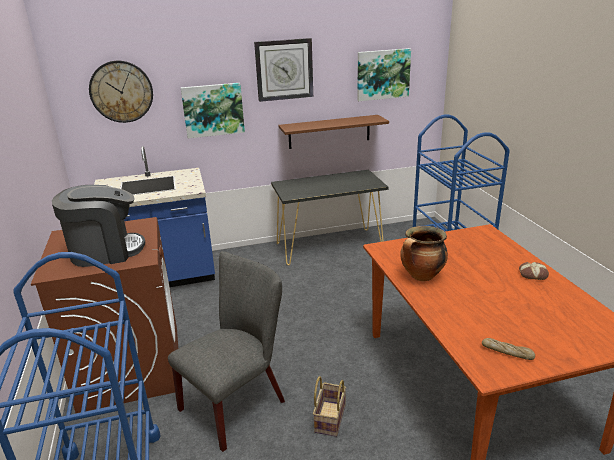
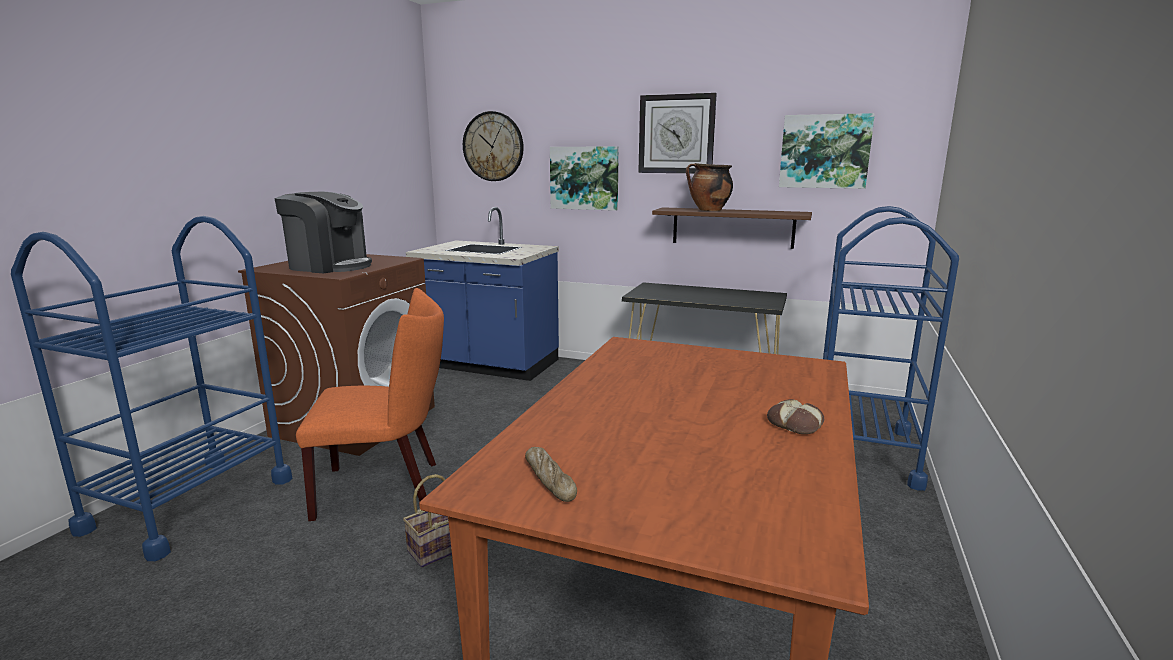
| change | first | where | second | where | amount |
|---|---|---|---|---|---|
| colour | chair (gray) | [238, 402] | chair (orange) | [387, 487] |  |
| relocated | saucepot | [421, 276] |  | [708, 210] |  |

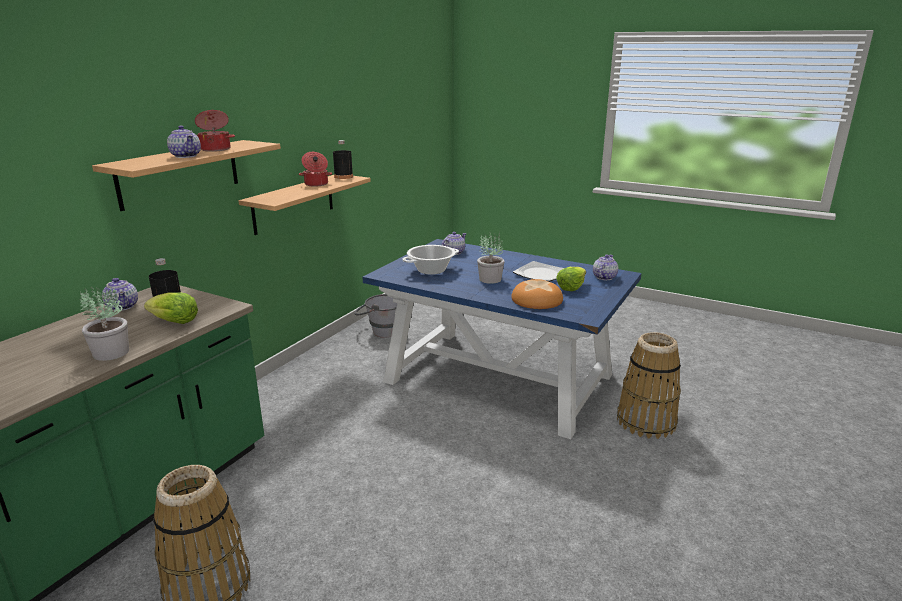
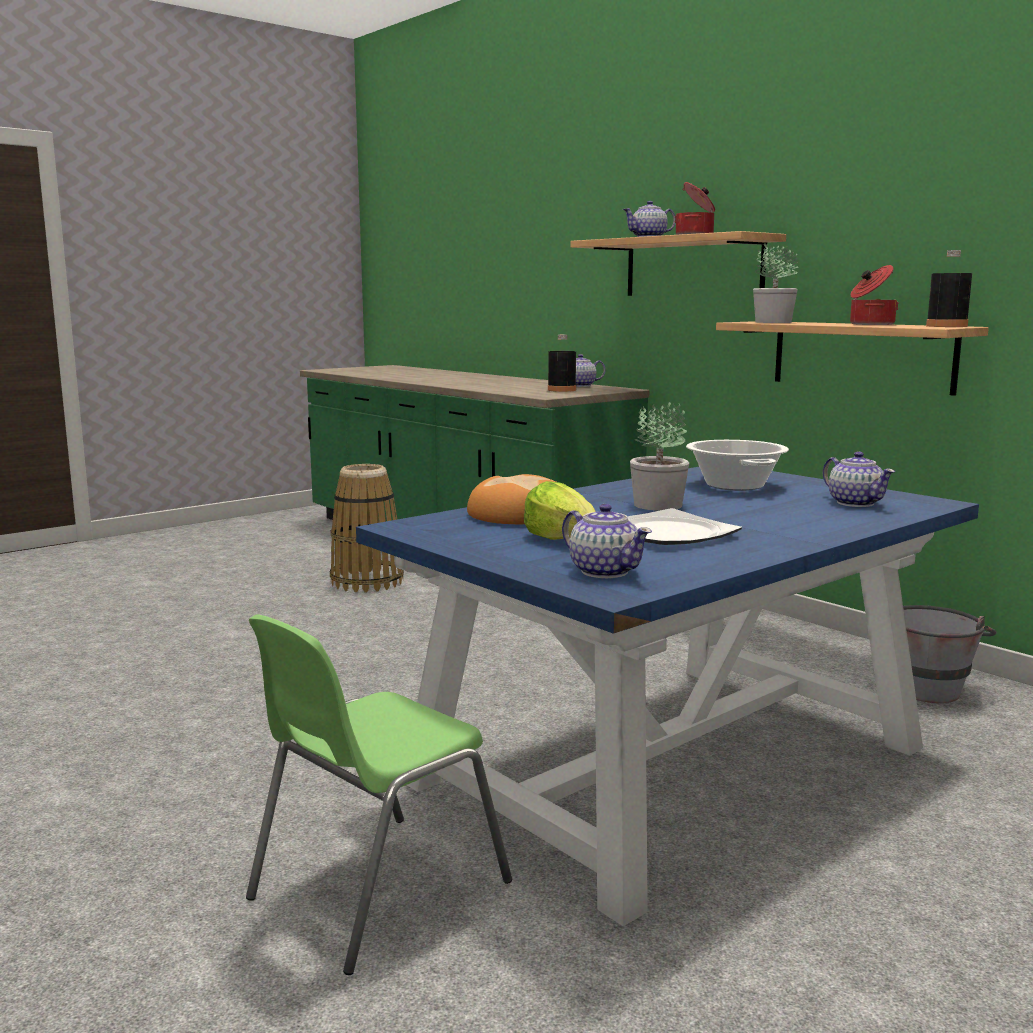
| change | first | where | second | where | amount |
|---|---|---|---|---|---|
| relocated | plant in a pot | [111, 353] |  | [772, 322] |  |
| missing | head of lettuce | [175, 322] |  |  |  |
| exchanged | storage basket | [646, 422] | chair (green) | [374, 890] |  |

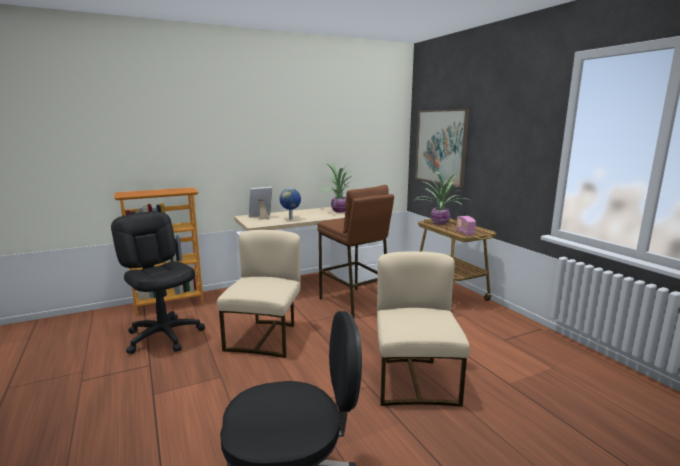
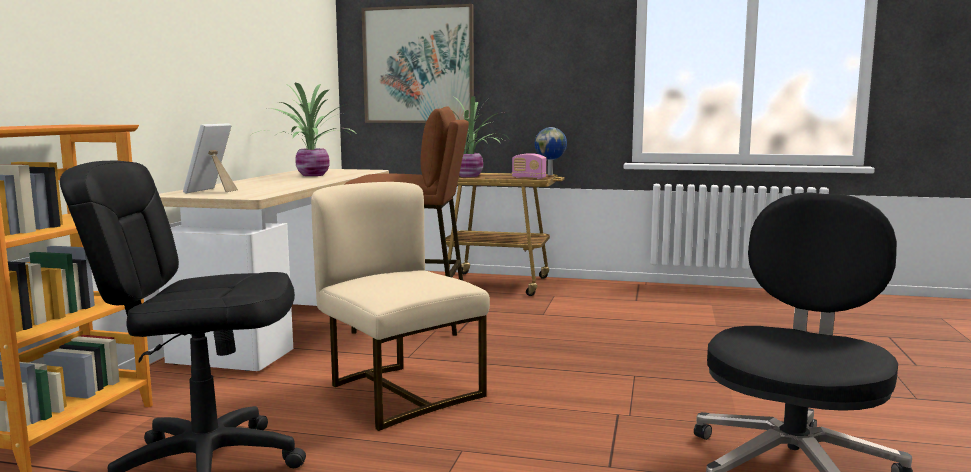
| change | first | where | second | where | amount |
|---|---|---|---|---|---|
| relocated | world globe | [291, 219] |  | [550, 174] |  |
| missing | chair (beige-coloured) | [415, 381] |  |  |  |

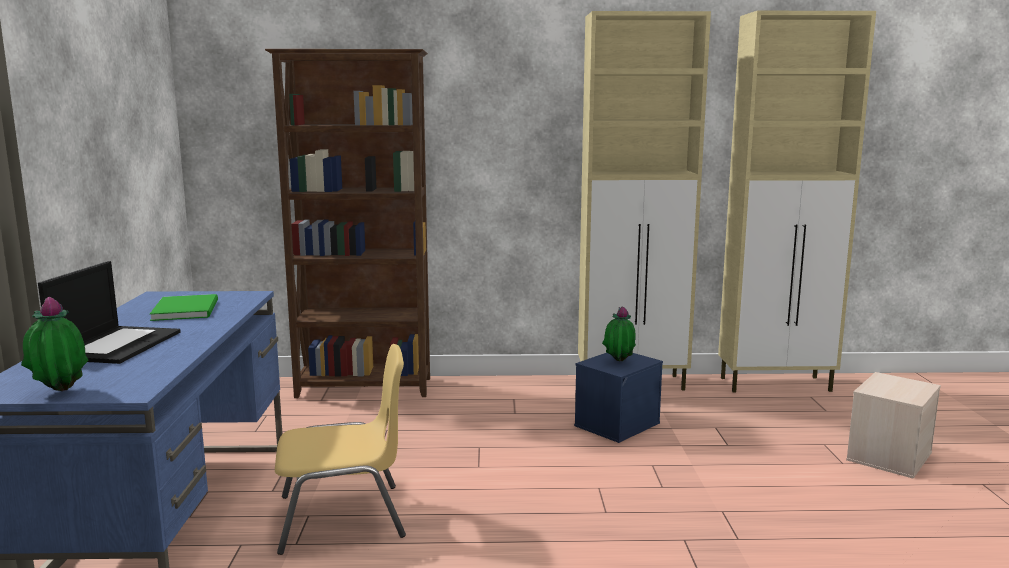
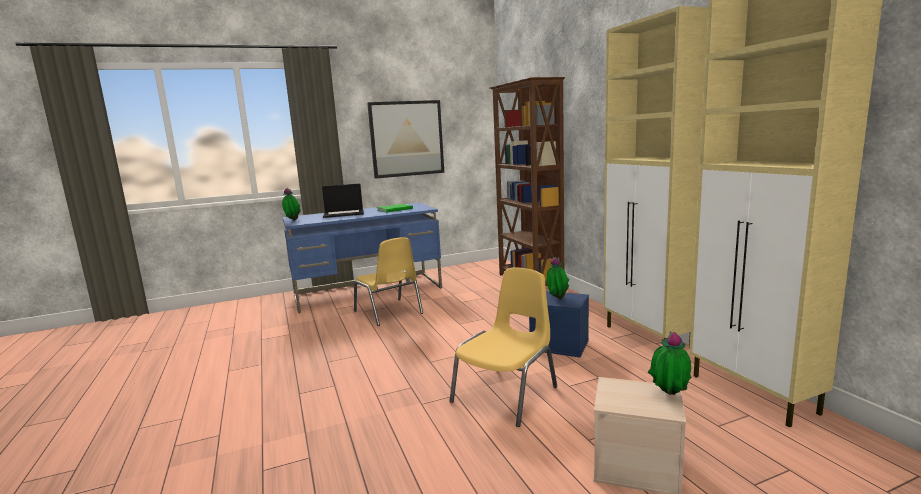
| change | first | where | second | where | amount |
|---|---|---|---|---|---|
| appeared |  |  | picture | [406, 139] |  |
| appeared |  |  | chair (yellow-coloured) | [507, 394] |  |
| appeared |  |  | plant in a pot | [668, 396] |  |

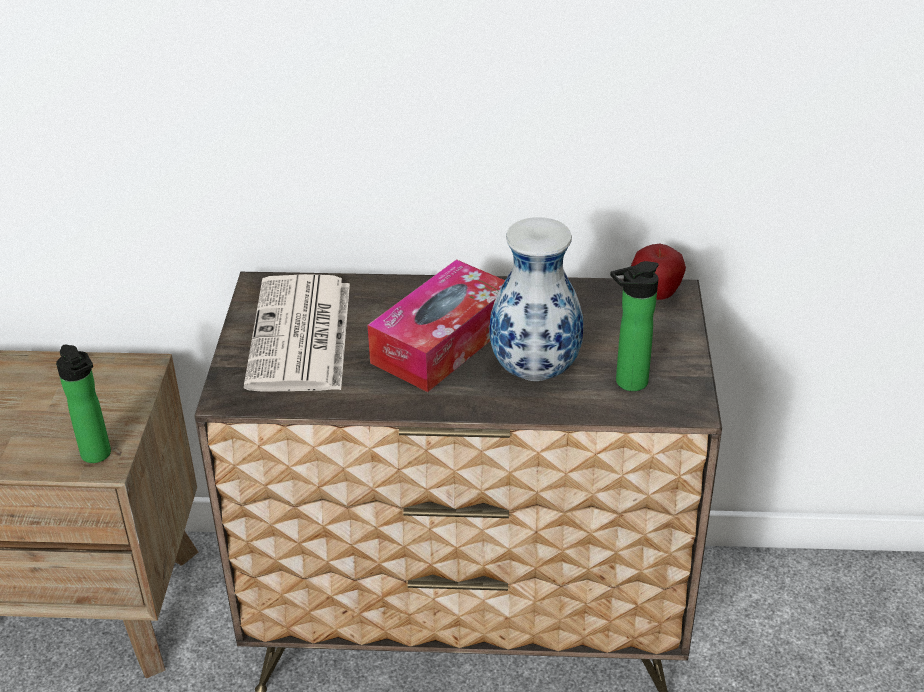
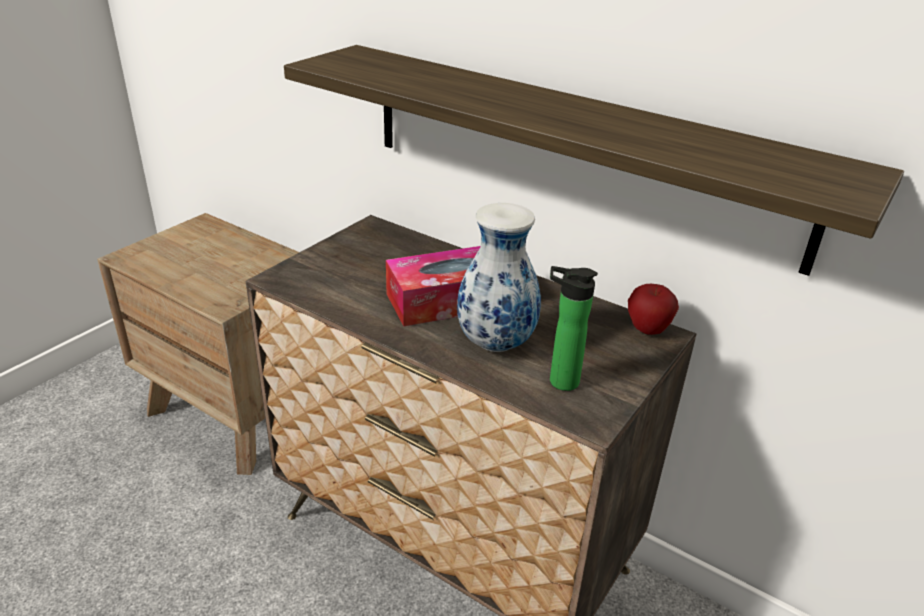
| change | first | where | second | where | amount |
|---|---|---|---|---|---|
| missing | bottle | [98, 456] |  |  |  |
| missing | daily paper | [301, 336] |  |  |  |
| appeared |  |  | wall shelf | [573, 150] |  |

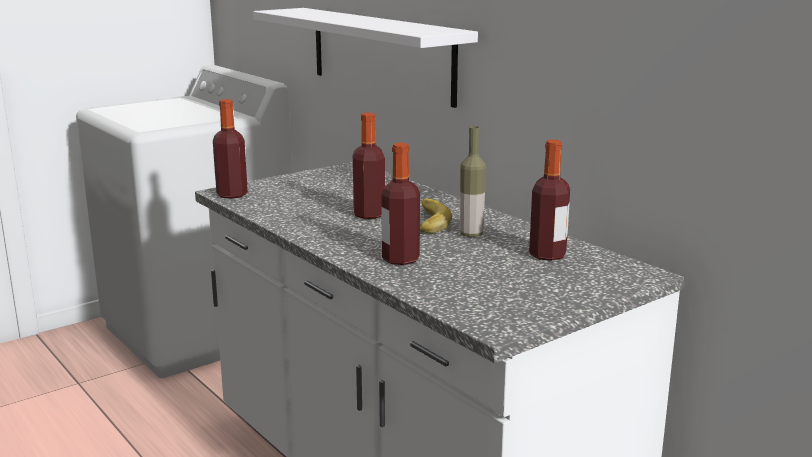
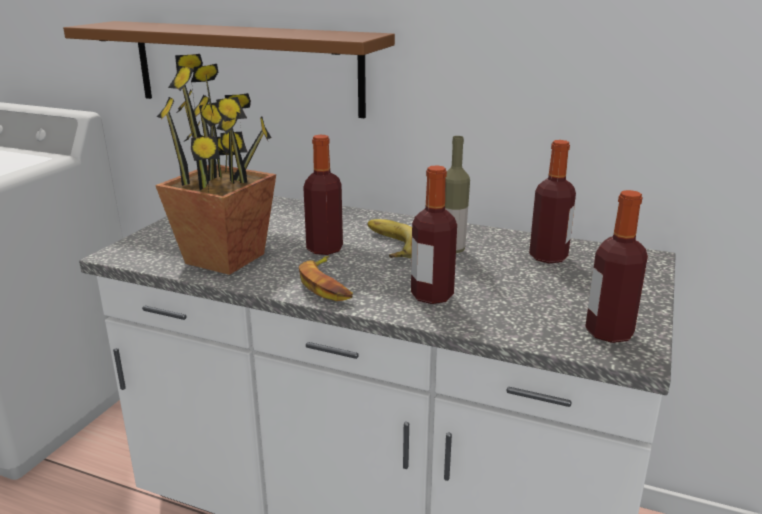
| change | first | where | second | where | amount |
|---|---|---|---|---|---|
| relocated | bottle | [232, 195] |  | [609, 333] |  |
| colour | wall shelf (white) | [380, 54] | wall shelf (brownish) | [246, 67] |  |
| appeared |  |  | plant in a pot | [226, 258] |  |
| appeared |  |  | banana | [327, 285] |  |

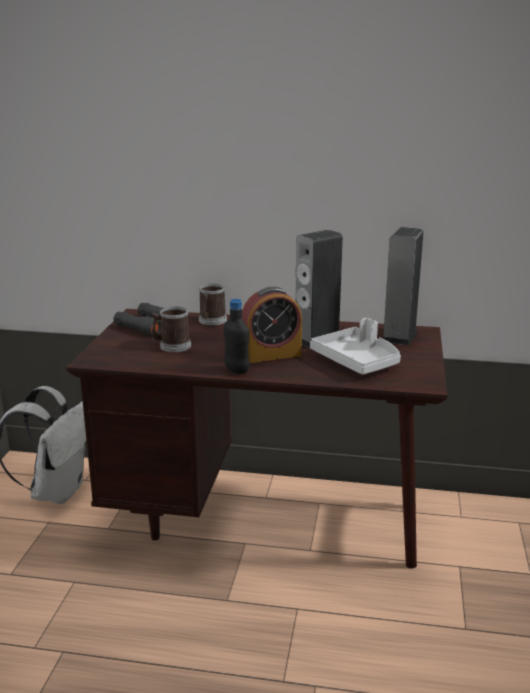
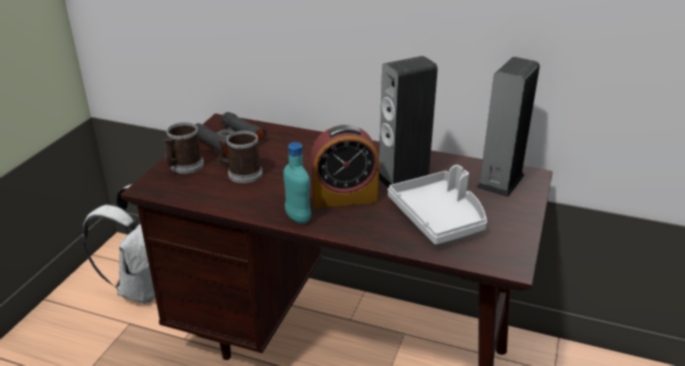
| change | first | where | second | where | amount |
|---|---|---|---|---|---|
| relocated | tea mug | [211, 321] |  | [184, 166] |  |
| colour | bottle (black) | [236, 370] | bottle (turquoise) | [298, 218] |  |

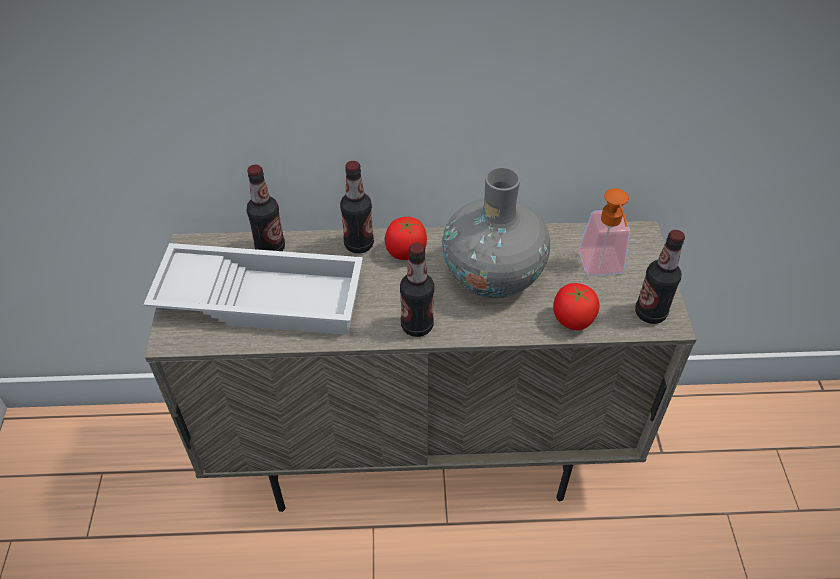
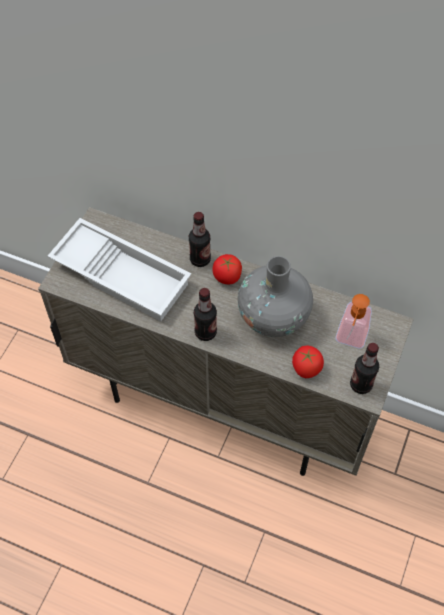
| change | first | where | second | where | amount |
|---|---|---|---|---|---|
| missing | bottle | [270, 248] |  |  |  |

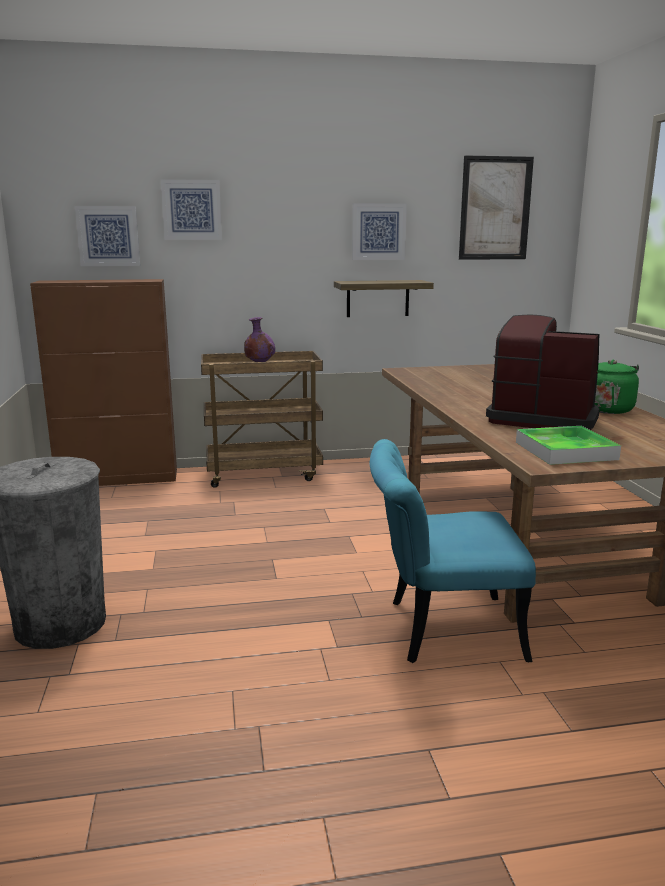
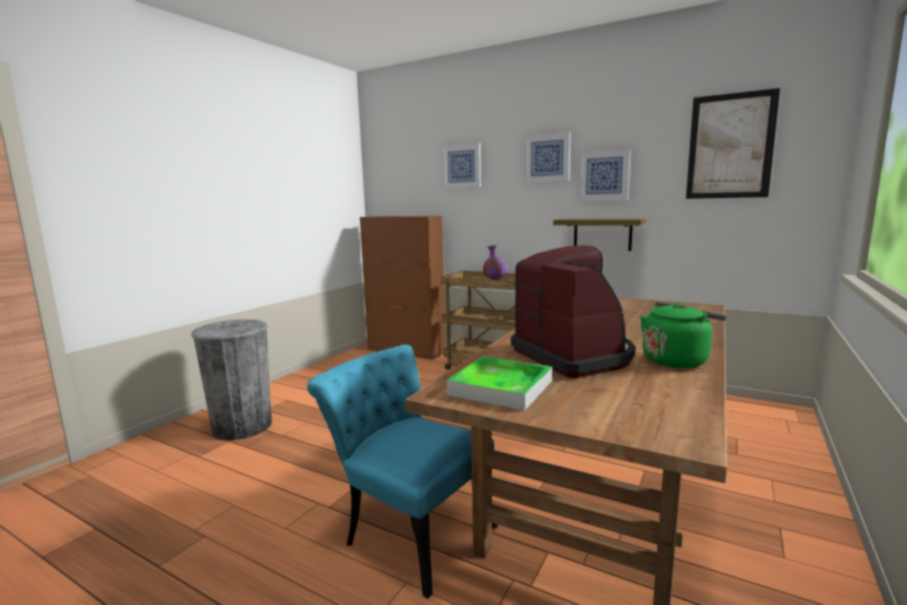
| change | first | where | second | where | amount |
|---|---|---|---|---|---|
| relocated | picture | [108, 236] |  | [547, 158] |  |

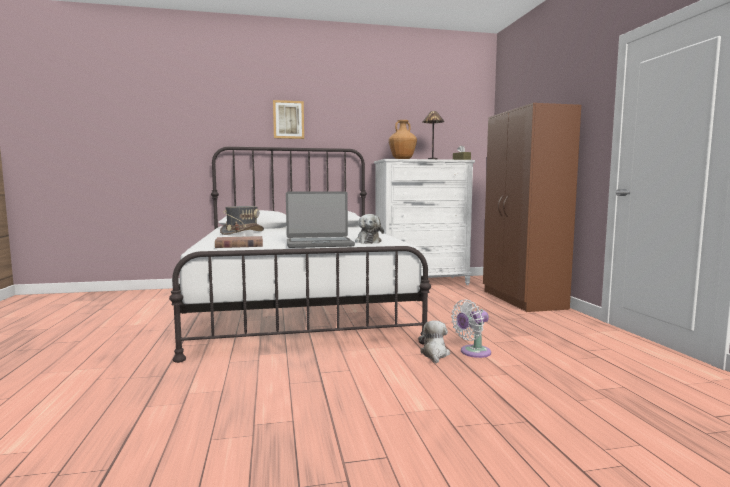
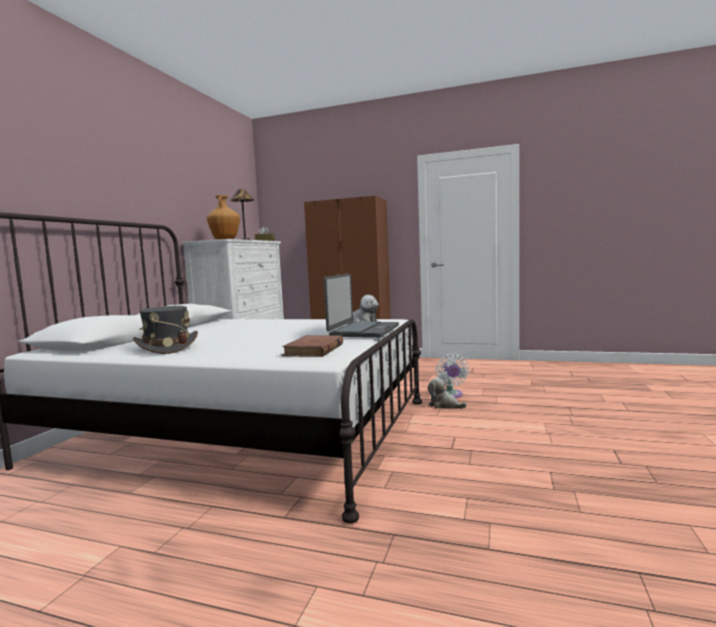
| change | first | where | second | where | amount |
|---|---|---|---|---|---|
| missing | picture | [288, 120] |  |  |  |

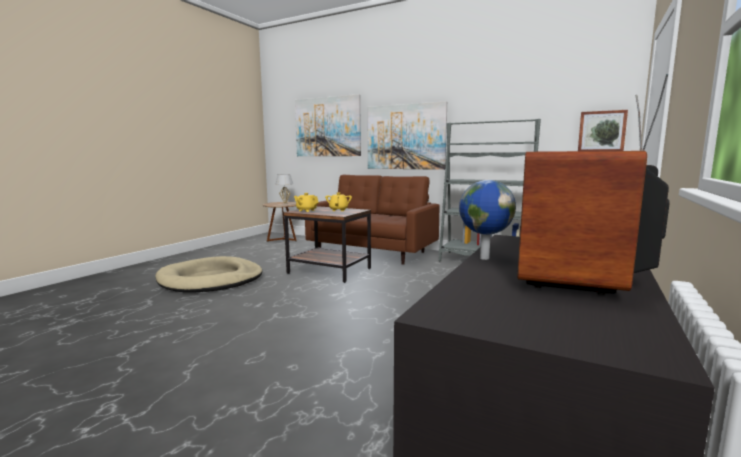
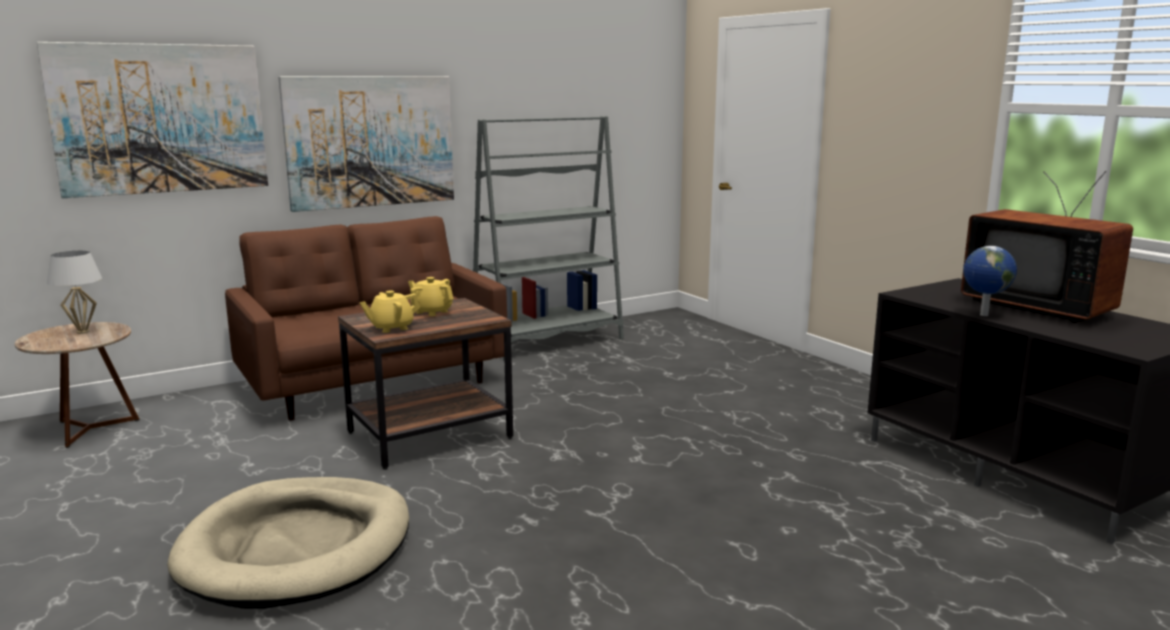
| change | first | where | second | where | amount |
|---|---|---|---|---|---|
| missing | picture | [601, 131] |  |  |  |

